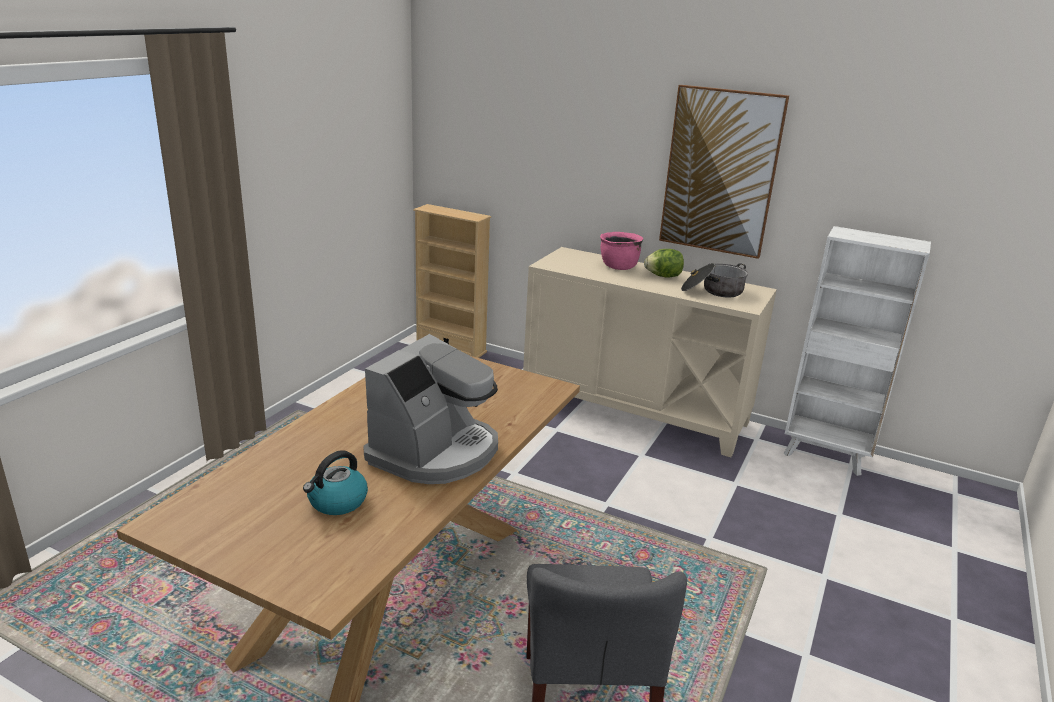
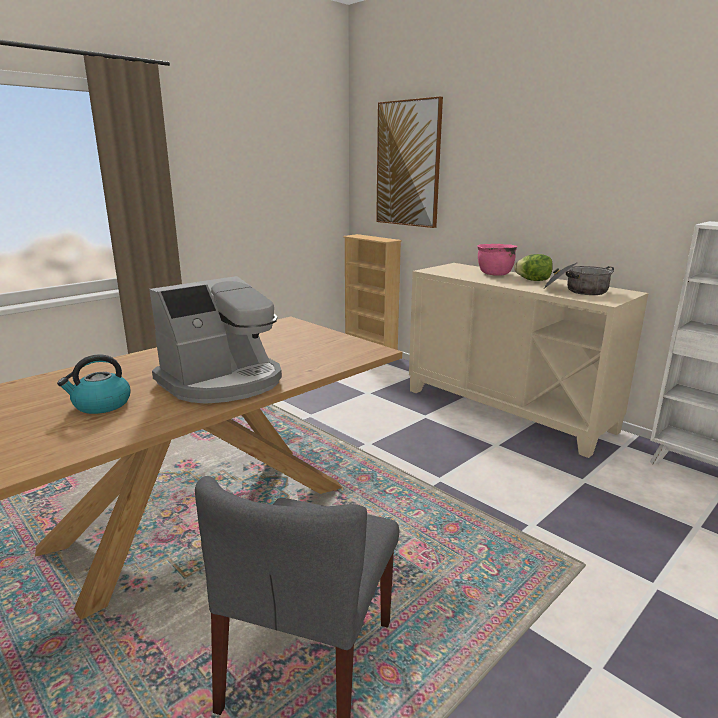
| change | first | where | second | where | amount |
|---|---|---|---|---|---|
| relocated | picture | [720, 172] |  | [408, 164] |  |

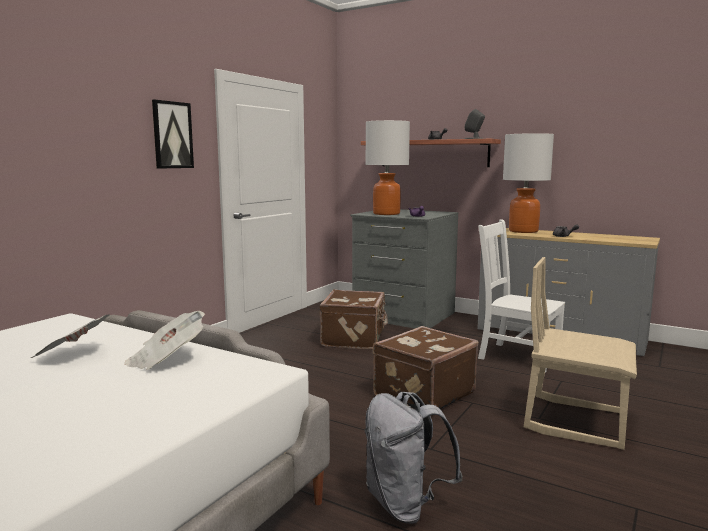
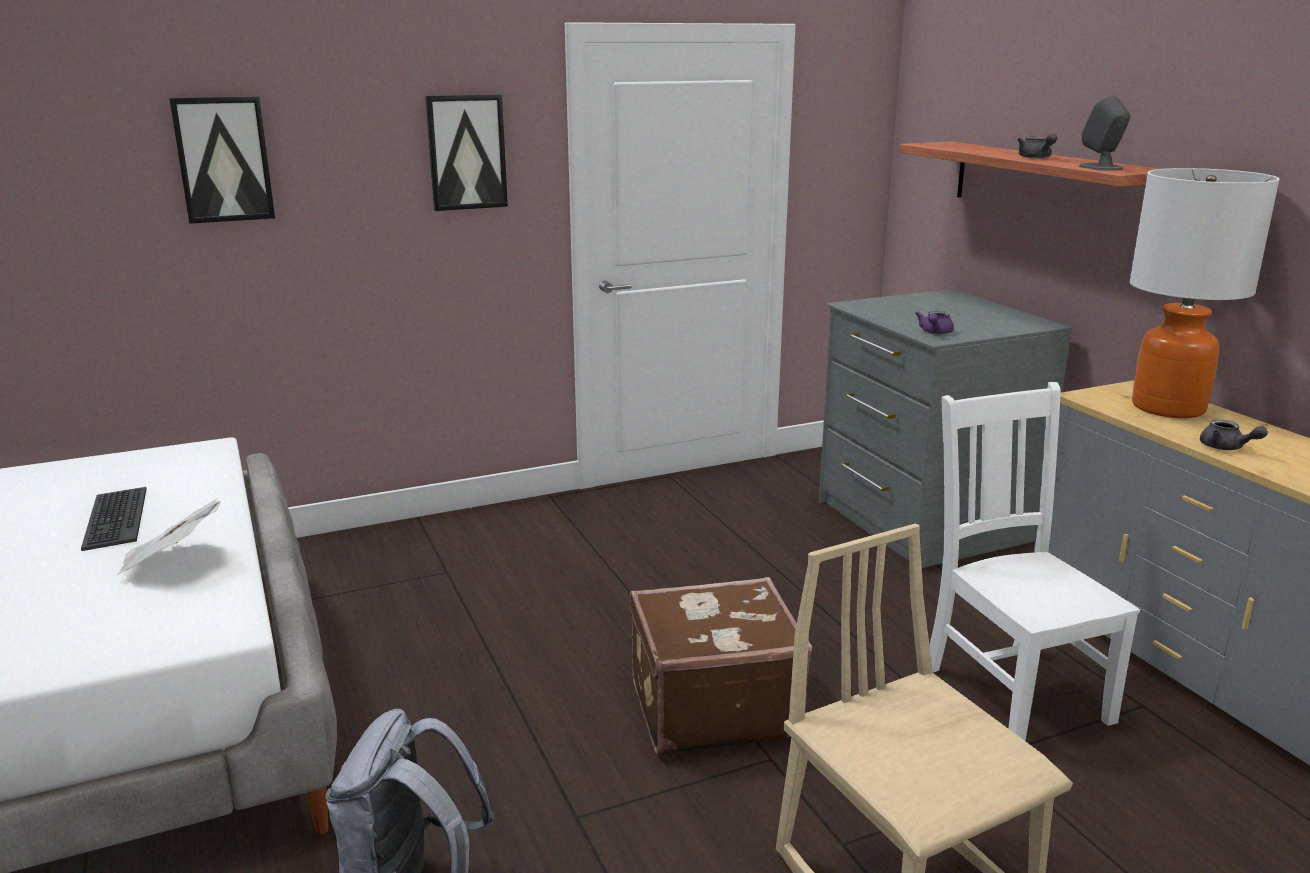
| change | first | where | second | where | amount |
|---|---|---|---|---|---|
| exchanged | daily paper | [73, 355] | keyboard | [114, 519] |  |
| missing | suitcase (brownish) | [354, 338] |  |  |  |
| missing | lamp for a table | [386, 214] |  |  |  |
| appeared |  |  | picture | [223, 159] |  |

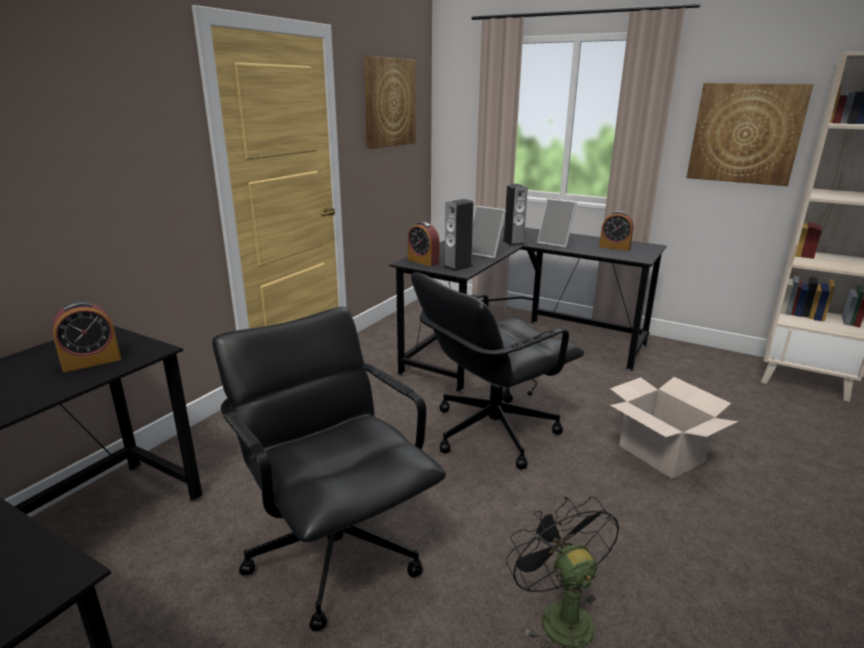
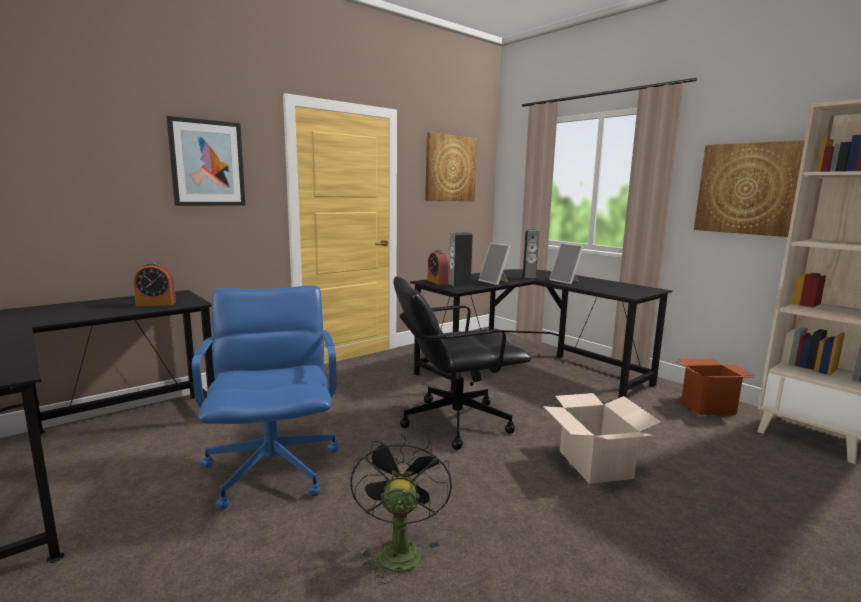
| change | first | where | second | where | amount |
|---|---|---|---|---|---|
| colour | desk chair (black) | [336, 550] | desk chair (blue-coloured) | [274, 468] |  |
| missing | bedside clock | [614, 247] |  |  |  |
| appeared |  |  | picture | [207, 163] |  |
| appeared |  |  | cardboard box | [708, 407] |  |

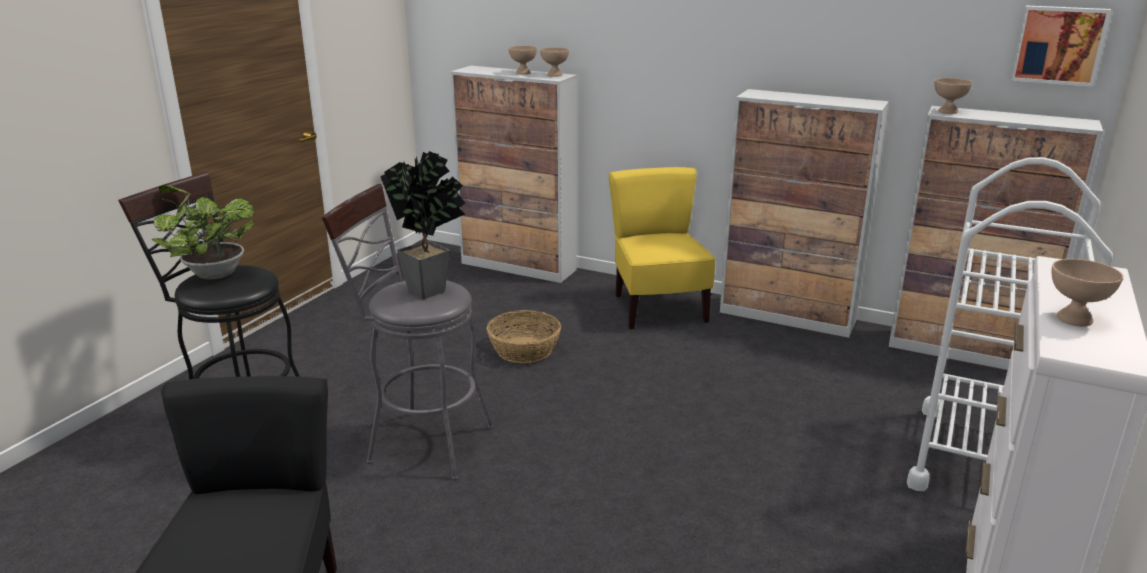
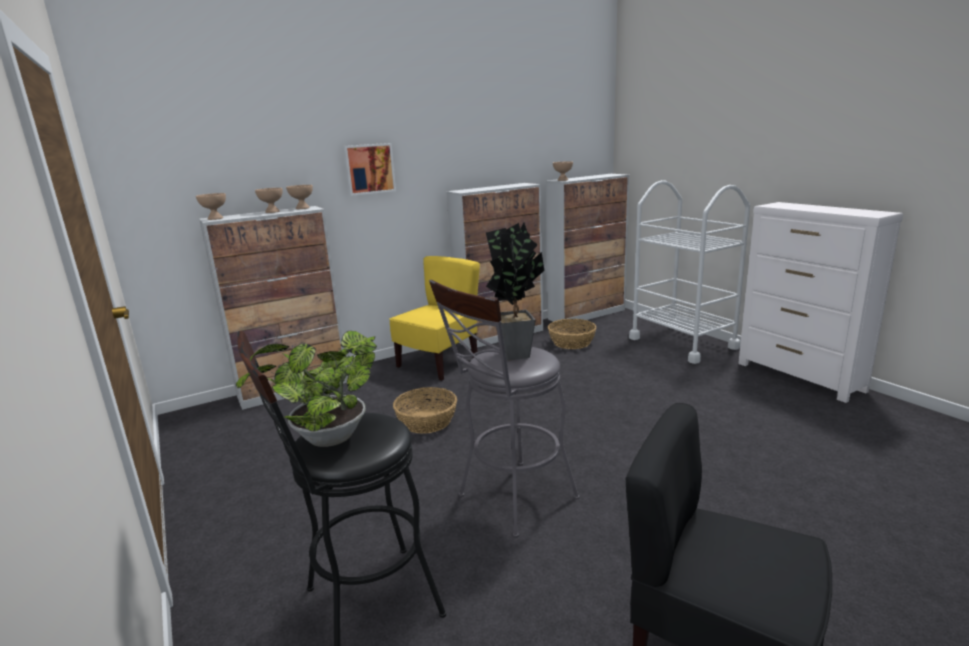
| change | first | where | second | where | amount |
|---|---|---|---|---|---|
| spun | chair (yellow-coloured) | [658, 309] |  | [439, 364] | 105 degrees clockwise |
| relocated | picture | [1058, 45] |  | [369, 169] |  |
| relocated | bowl (beige-coloured) | [1075, 319] |  | [215, 218] |  |
| appeared |  |  | storage basket | [572, 342] |  |

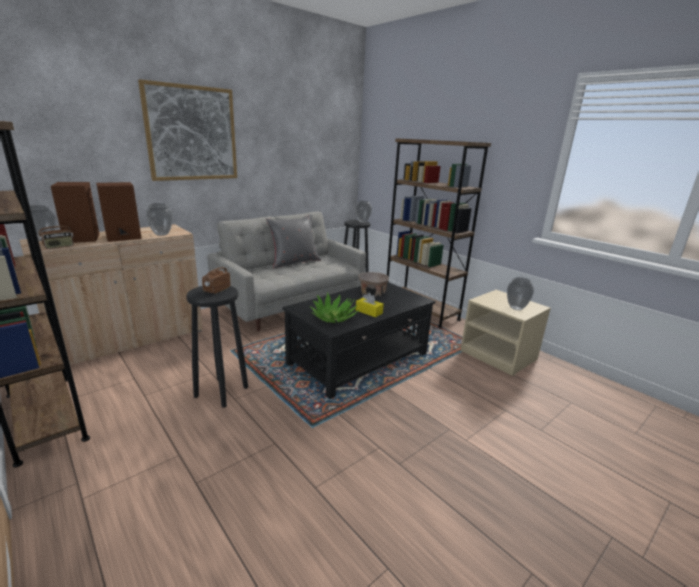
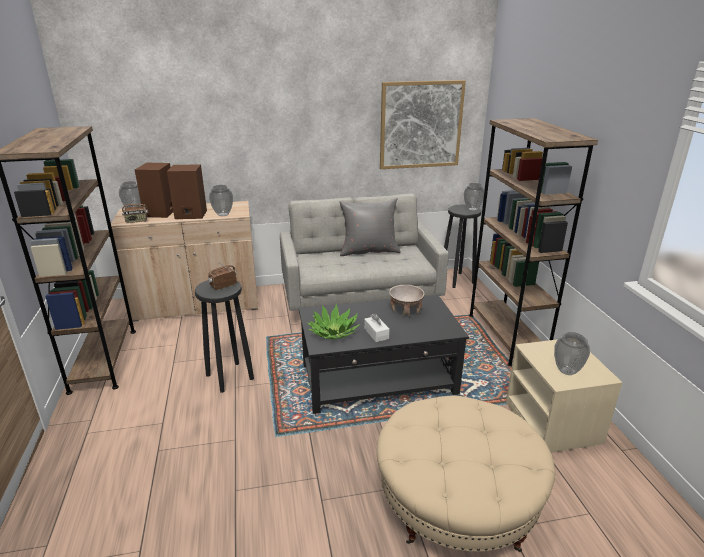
| change | first | where | second | where | amount |
|---|---|---|---|---|---|
| relocated | picture | [192, 133] |  | [421, 125] |  |
| colour | box of tissues (yellow-coloured) | [369, 312] | box of tissues (white) | [376, 333] |  |
| appeared |  |  | footrest (beige-coloured) | [457, 502] |  |

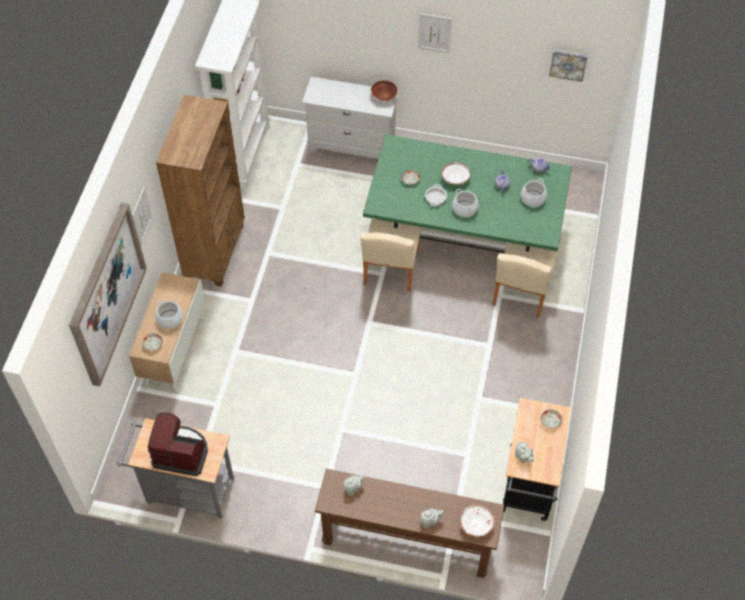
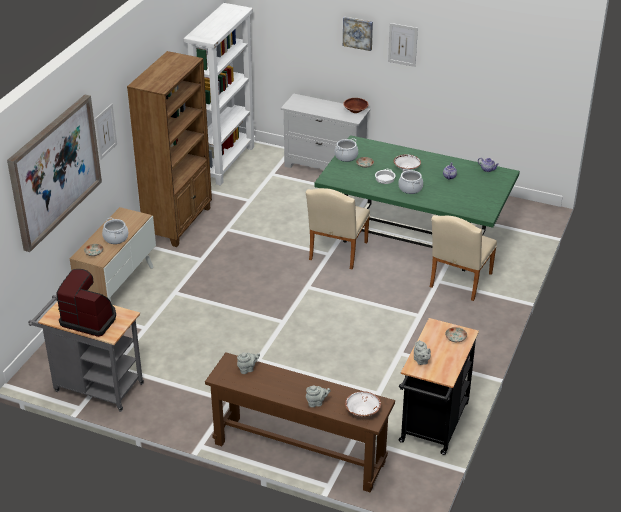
| change | first | where | second | where | amount |
|---|---|---|---|---|---|
| relocated | saucepot | [533, 198] |  | [346, 156] |  |
| relocated | picture | [568, 64] |  | [358, 33] |  |

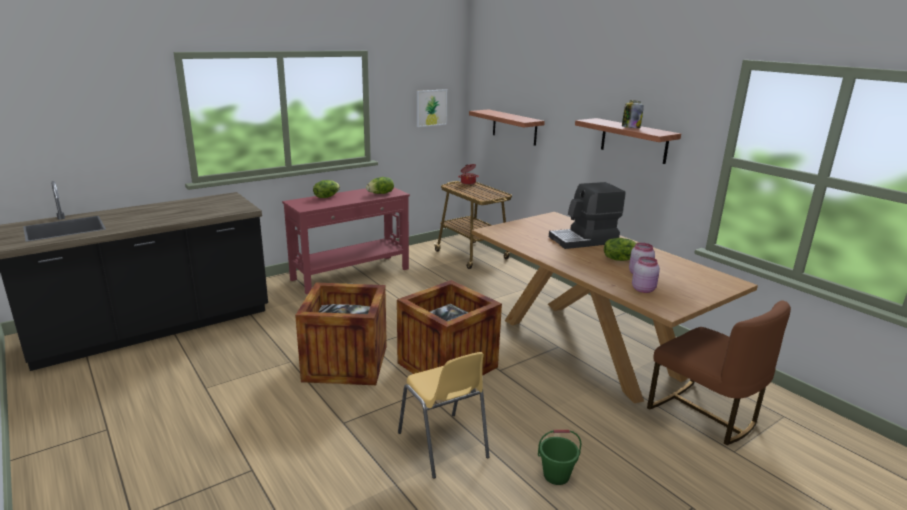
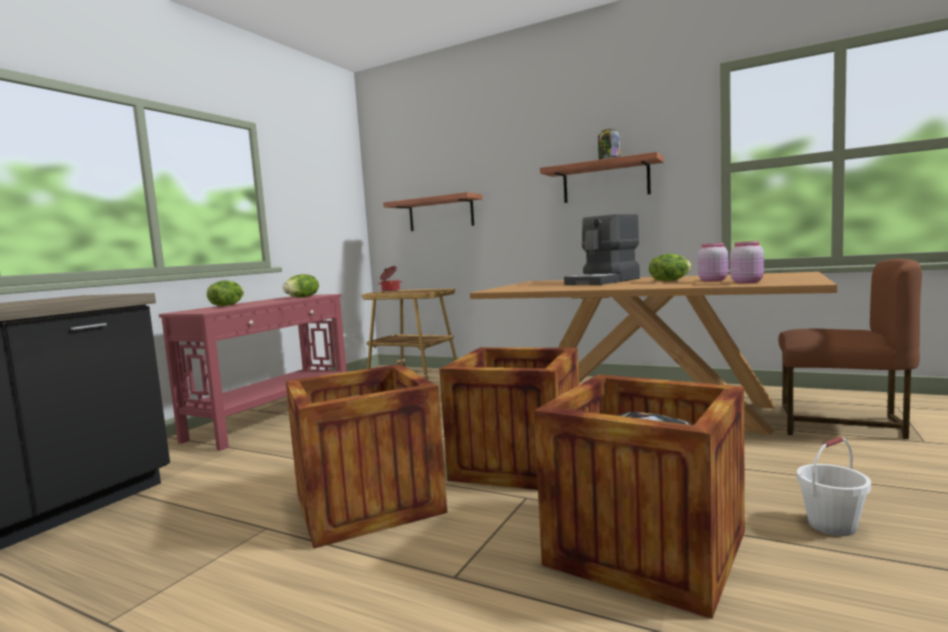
| change | first | where | second | where | amount |
|---|---|---|---|---|---|
| exchanged | chair (yellow-coloured) | [443, 445] | packing crate | [646, 548] |  |
| missing | picture | [431, 108] |  |  |  |
| colour | pail (green) | [556, 476] | pail (white) | [832, 525] |  |

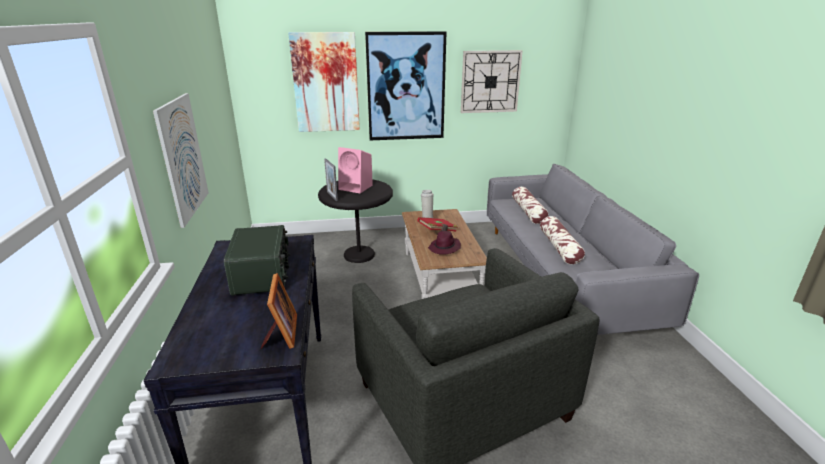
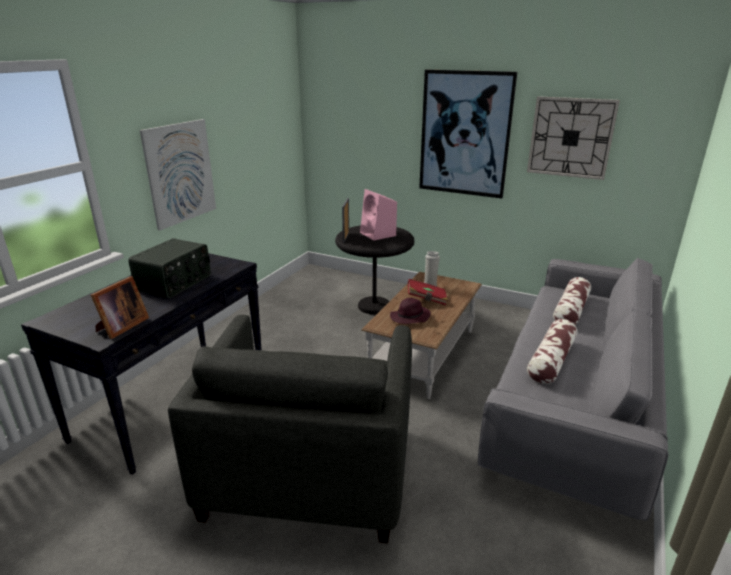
| change | first | where | second | where | amount |
|---|---|---|---|---|---|
| missing | picture | [325, 83] |  |  |  |

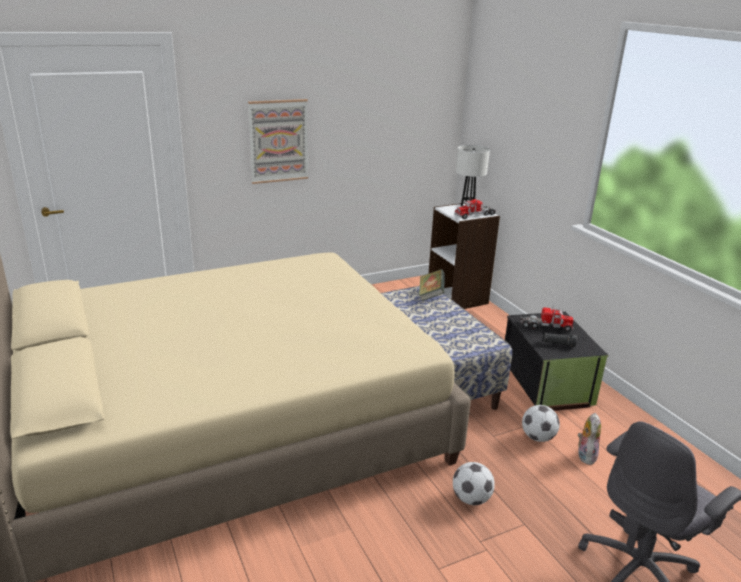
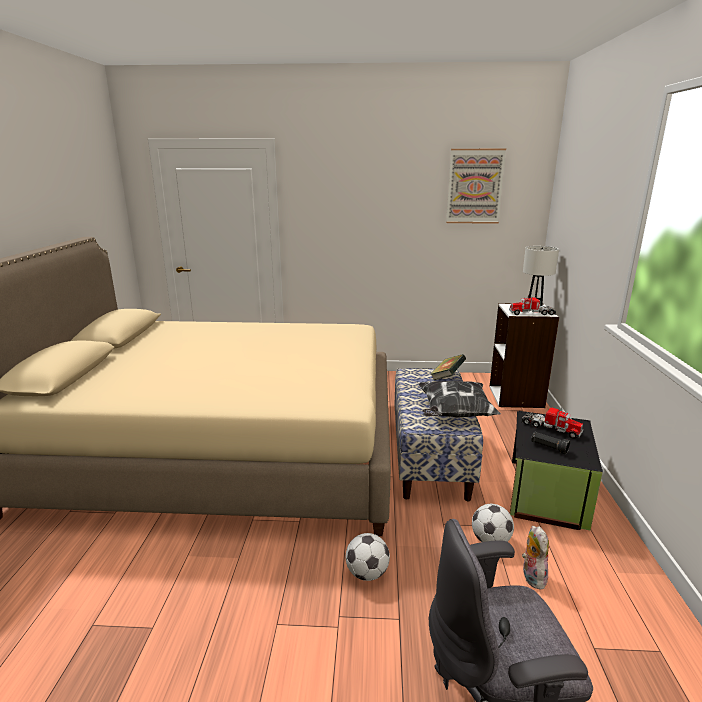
| change | first | where | second | where | amount |
|---|---|---|---|---|---|
| relocated | picture | [278, 141] |  | [474, 186] |  |
| spun | soft toy | [585, 455] |  | [531, 576] | 45 degrees counterclockwise |
| appeared |  |  | throw pillow | [454, 414] |  |

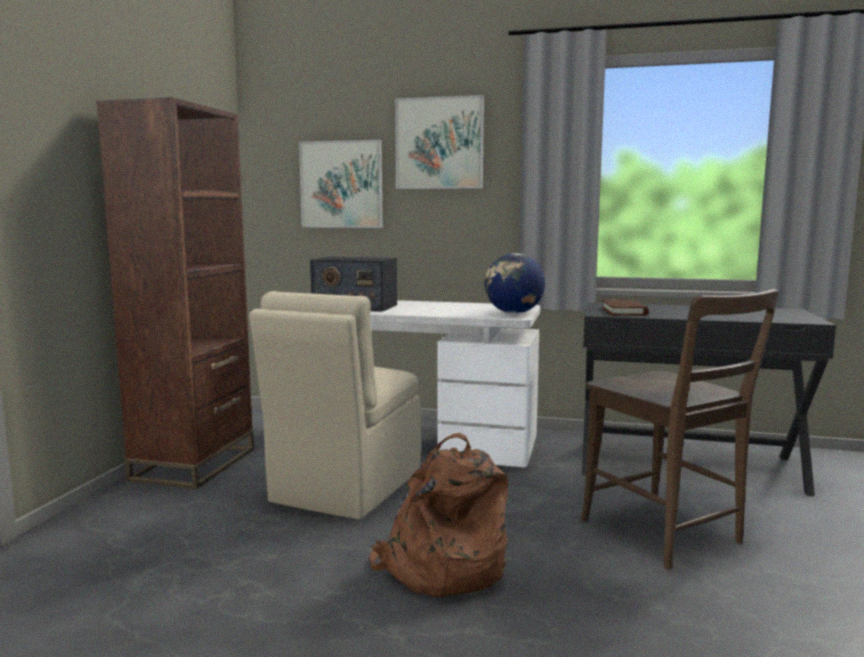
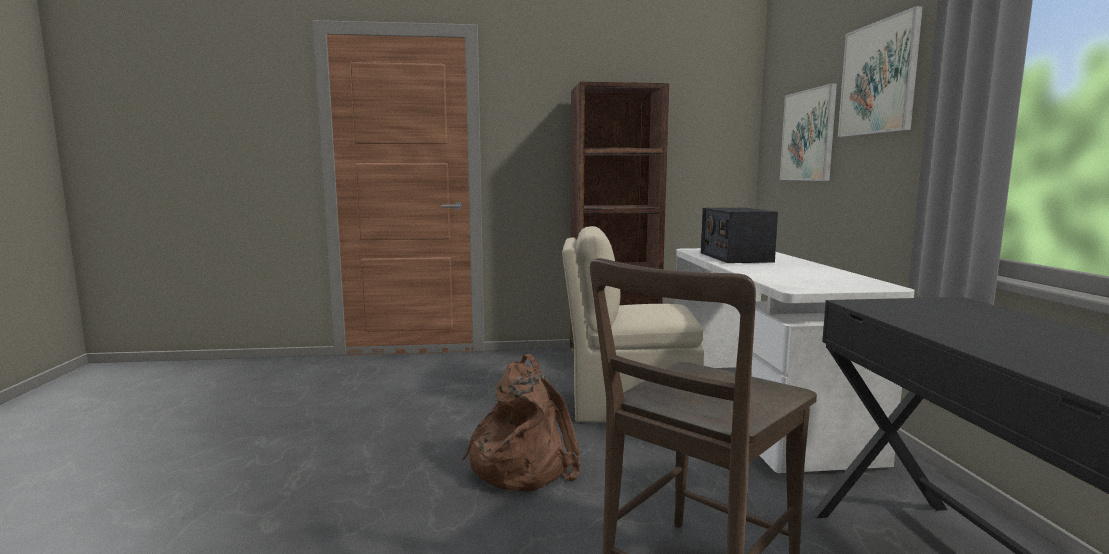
| change | first | where | second | where | amount |
|---|---|---|---|---|---|
| missing | world globe | [513, 313] |  |  |  |
| missing | volume (brownish) | [624, 311] |  |  |  |

